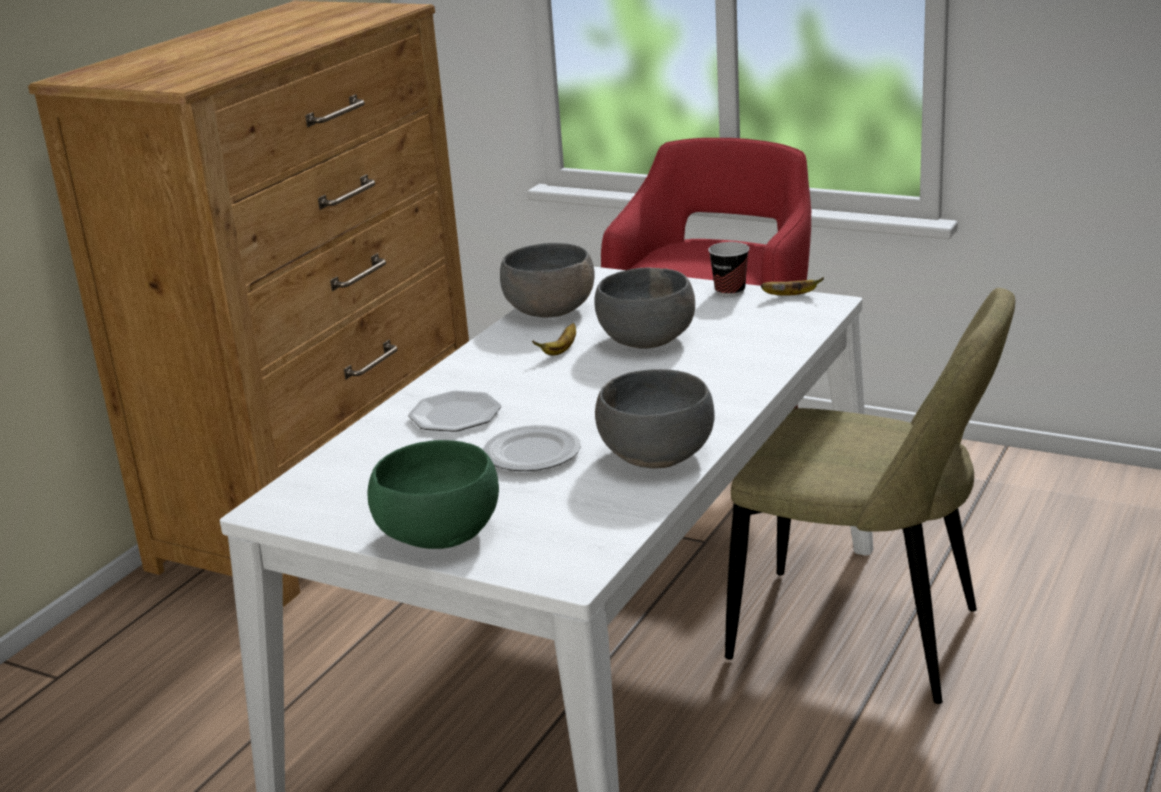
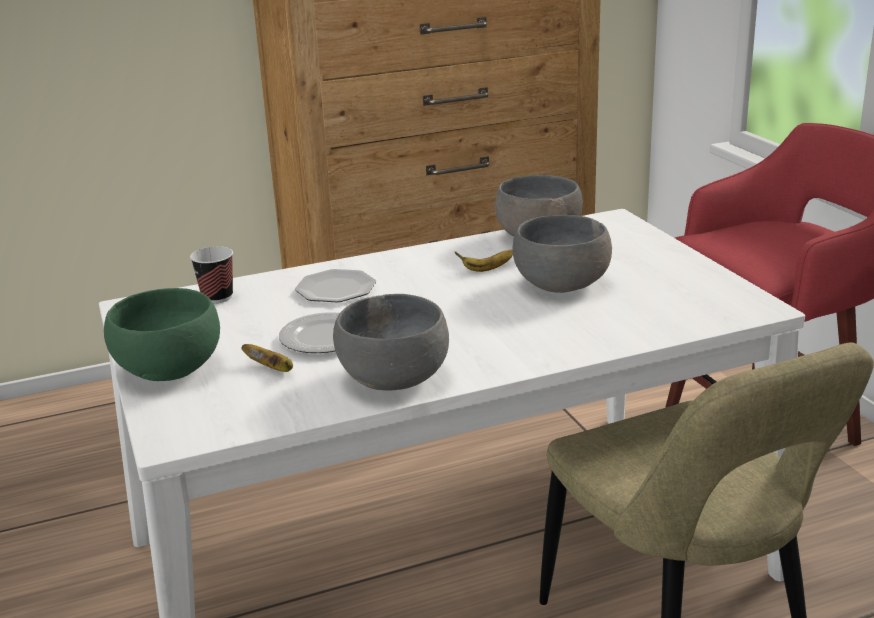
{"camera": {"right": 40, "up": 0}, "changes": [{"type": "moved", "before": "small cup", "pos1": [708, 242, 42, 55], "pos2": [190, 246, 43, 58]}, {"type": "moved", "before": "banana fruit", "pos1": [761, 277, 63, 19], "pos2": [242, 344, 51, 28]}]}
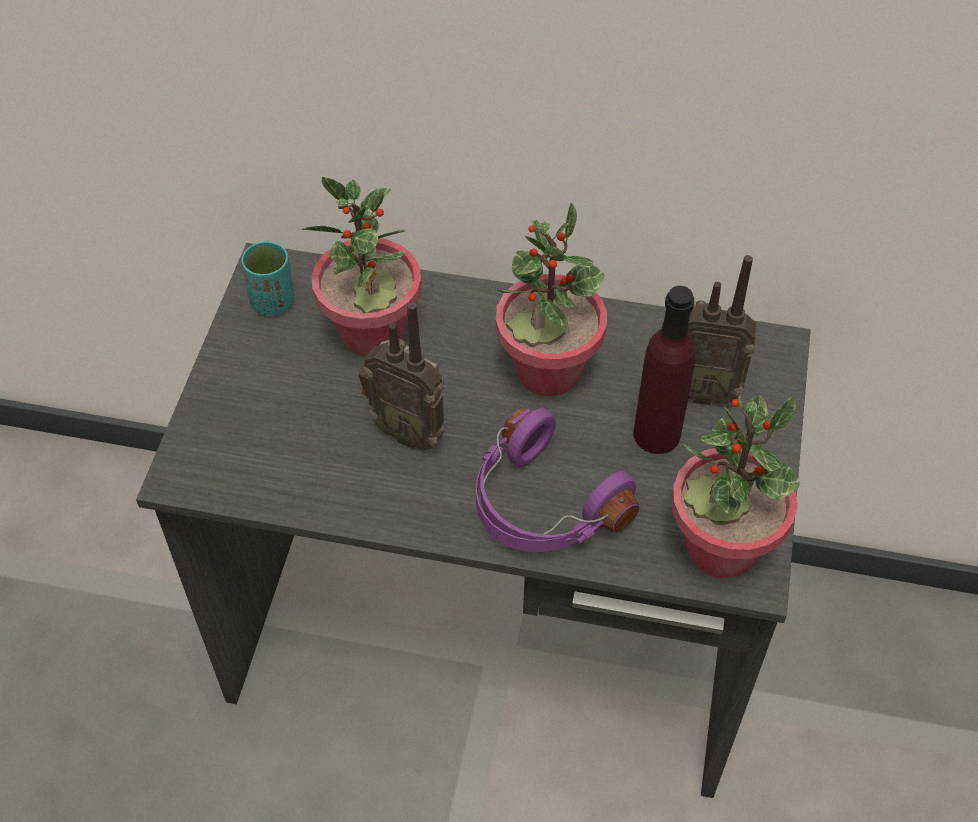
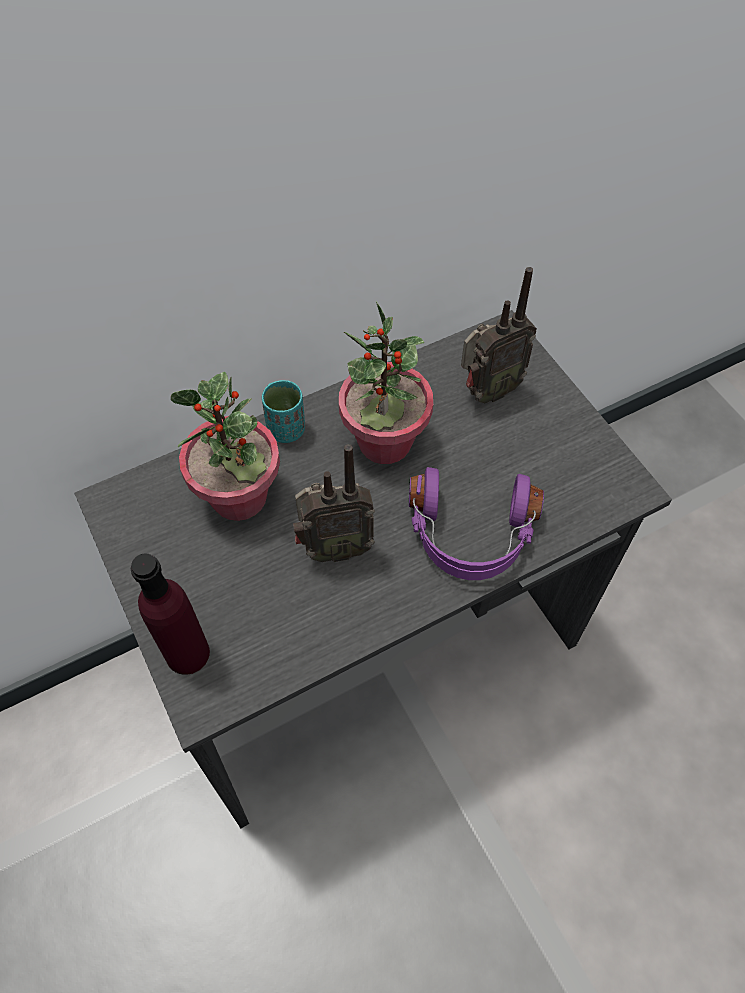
{"camera": {"right": -40, "up": 5}, "changes": [{"type": "moved", "before": "turquoise small cup", "pos1": [241, 241, 53, 74], "pos2": [262, 380, 43, 63]}, {"type": "moved", "before": "purple-coloured beverage bottle", "pos1": [633, 286, 63, 168], "pos2": [131, 553, 79, 122]}, {"type": "removed", "before": "potted plant", "pos1": [672, 395, 128, 183]}]}
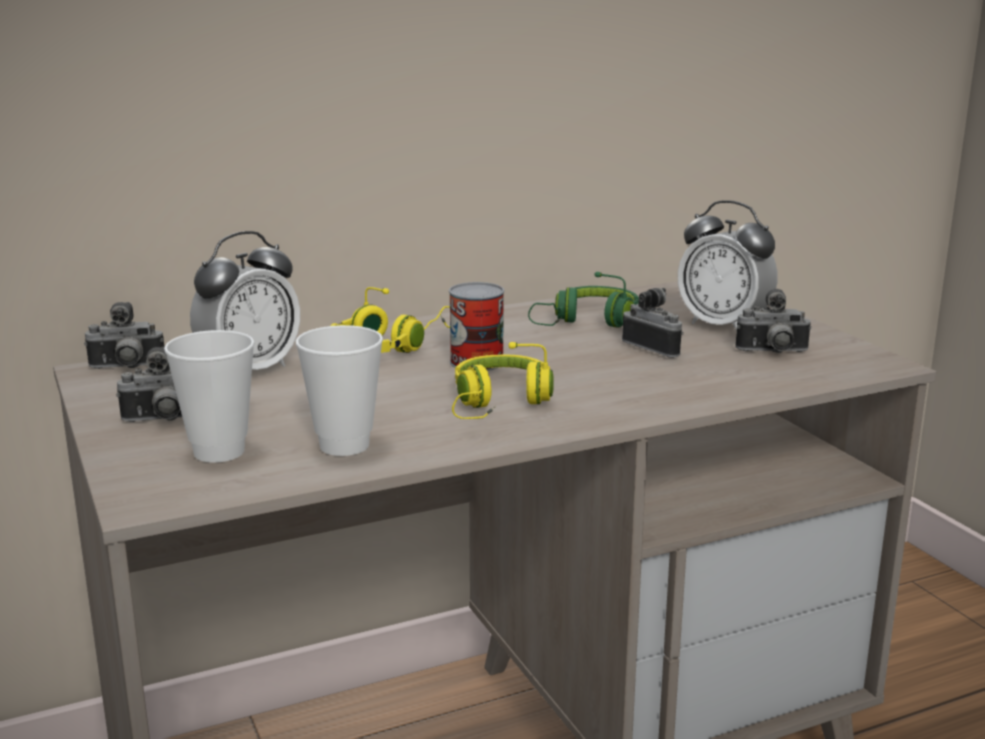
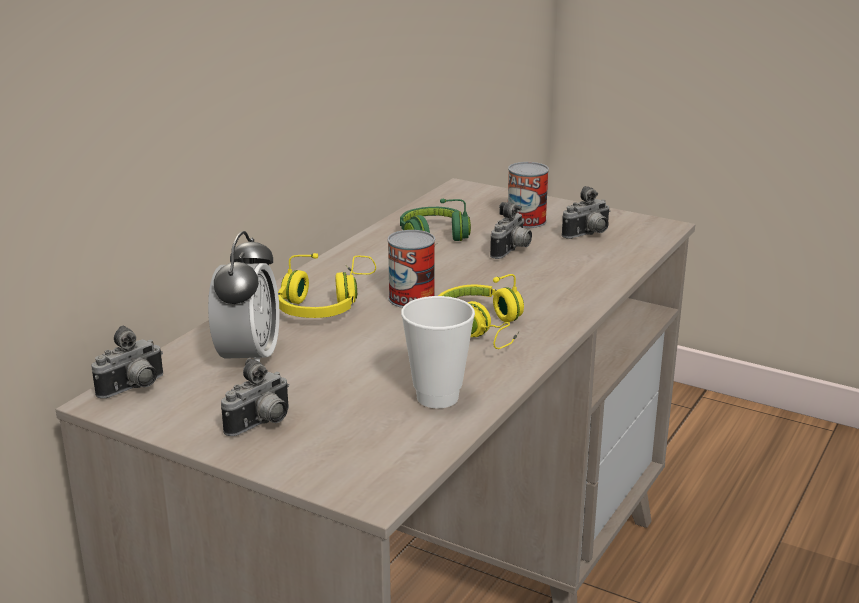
{"camera": {"right": -35, "up": 5}, "changes": [{"type": "replaced", "before": "table clock", "after": "sealed can", "pos1": [678, 200, 100, 131], "pos2": [508, 162, 41, 66]}, {"type": "turned", "before": "photo camera", "pos1": [622, 288, 62, 70], "pos2": [490, 202, 42, 57], "turn": 105}, {"type": "removed", "before": "small cup", "pos1": [164, 330, 91, 133]}]}
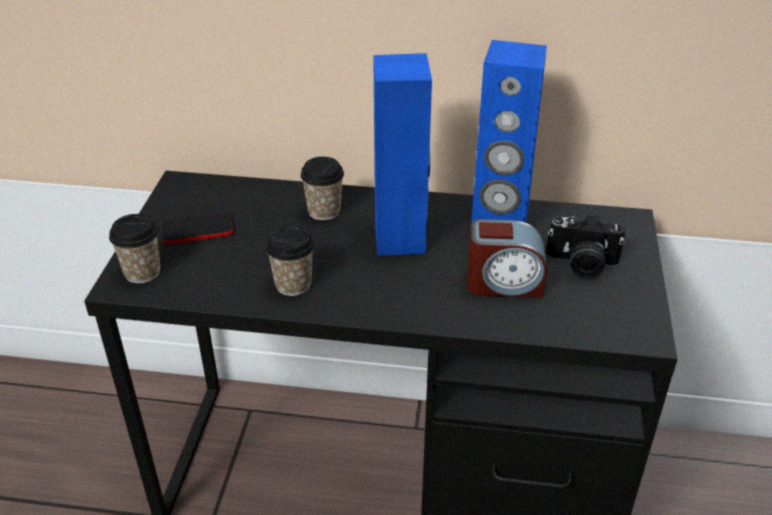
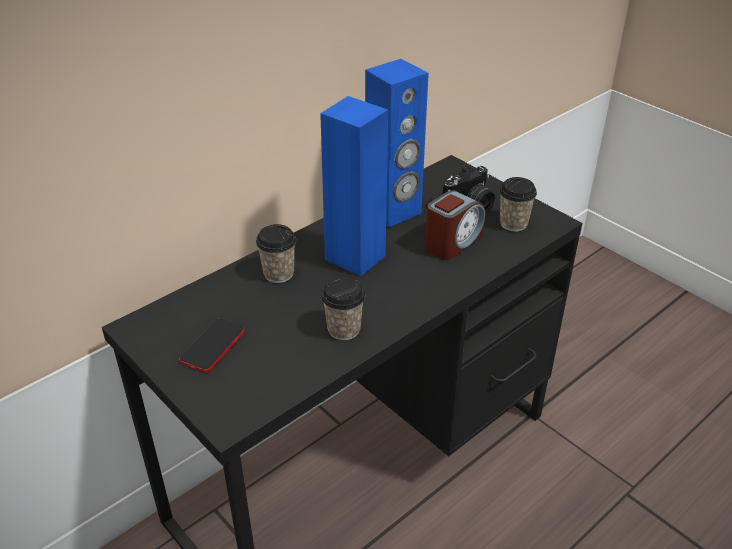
{"camera": {"right": -50, "up": 0}, "changes": [{"type": "moved", "before": "small cup", "pos1": [109, 214, 51, 69], "pos2": [499, 177, 38, 55]}]}
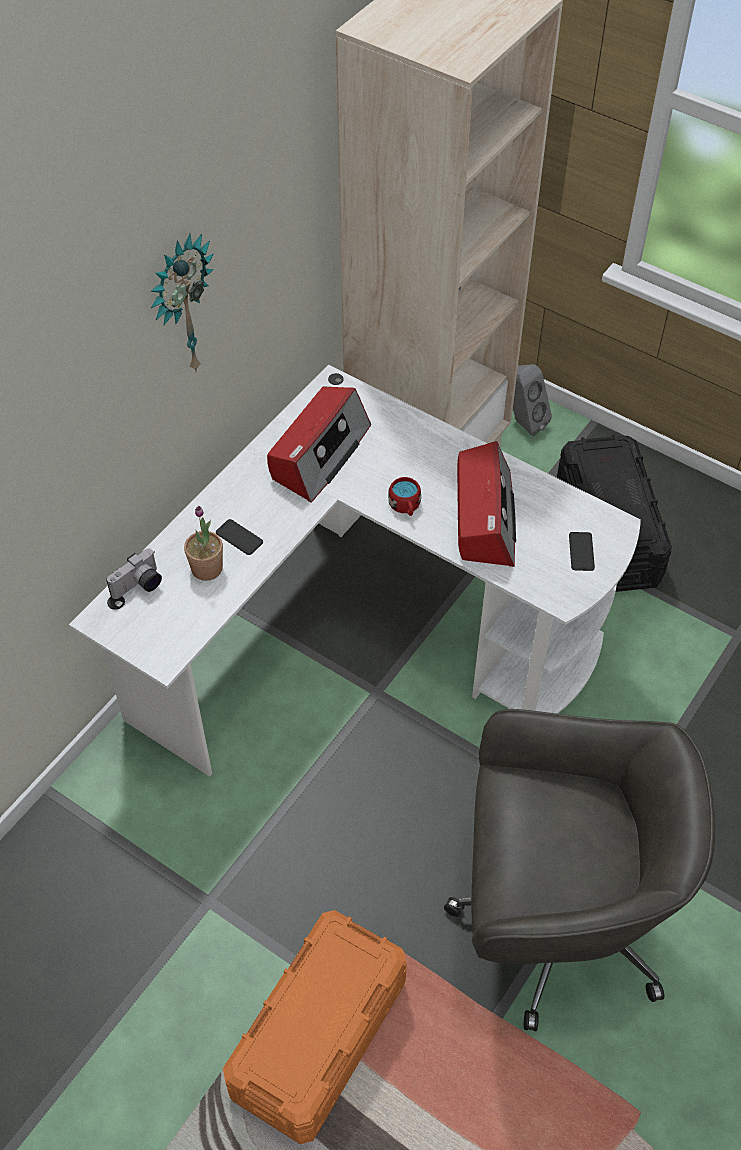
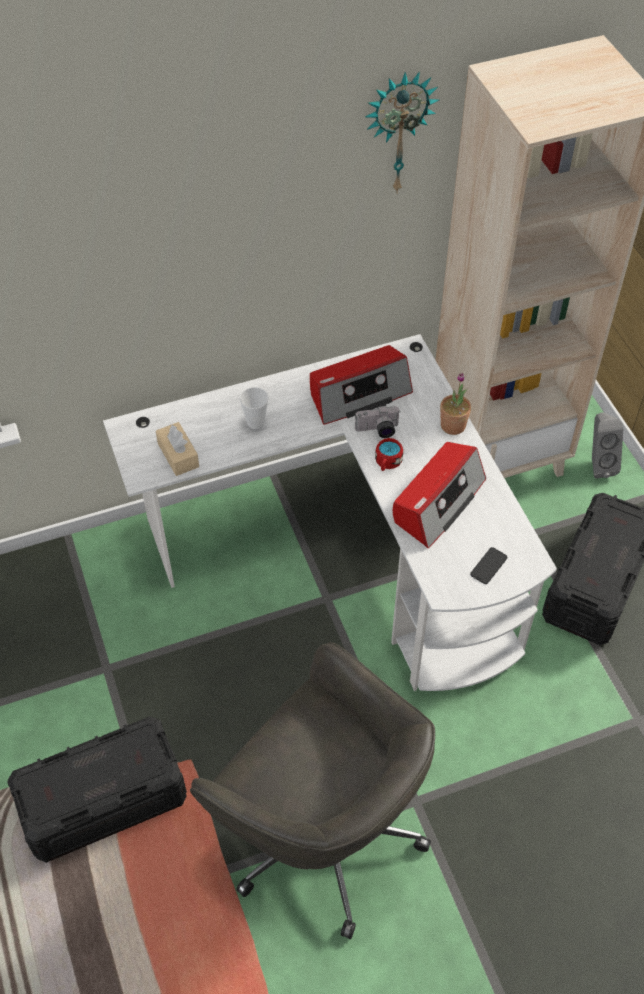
{"camera": {"right": 35, "up": 0}, "changes": [{"type": "moved", "before": "hanging clock", "pos1": [150, 233, 64, 140], "pos2": [365, 71, 74, 123]}, {"type": "moved", "before": "potted plant", "pos1": [184, 506, 39, 75], "pos2": [440, 373, 31, 62]}, {"type": "replaced", "before": "telephone", "after": "small cup", "pos1": [216, 519, 47, 36], "pos2": [240, 387, 29, 42]}, {"type": "moved", "before": "photo camera", "pos1": [106, 548, 56, 51], "pos2": [355, 405, 46, 33]}, {"type": "recoloured", "before": "orangey storage bin", "after": "black storage bin", "pos1": [223, 910, 184, 234], "pos2": [7, 716, 180, 147]}, {"type": "added", "after": "beige tissue box", "pos2": [156, 422, 43, 54]}]}
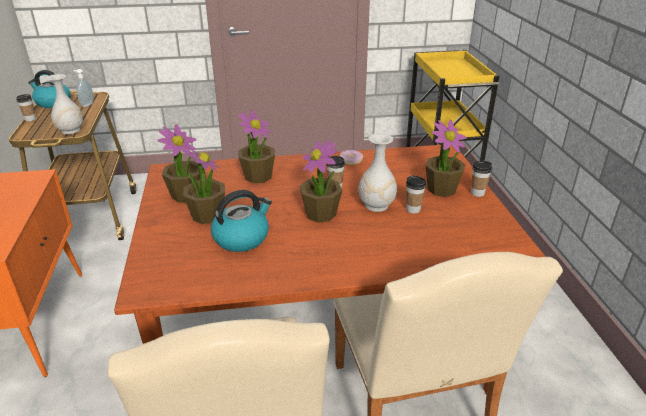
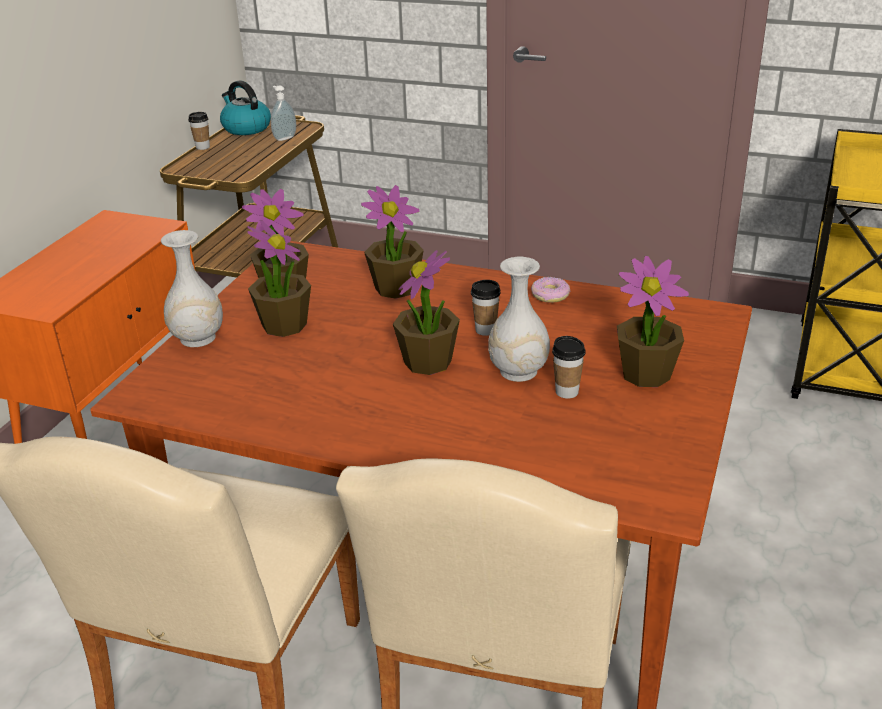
{"camera": {"right": 30, "up": 0}, "changes": [{"type": "moved", "before": "whitish flower vase", "pos1": [47, 74, 36, 60], "pos2": [161, 230, 62, 117]}, {"type": "removed", "before": "small cup", "pos1": [471, 161, 21, 36]}, {"type": "removed", "before": "kettle", "pos1": [211, 190, 61, 62]}]}
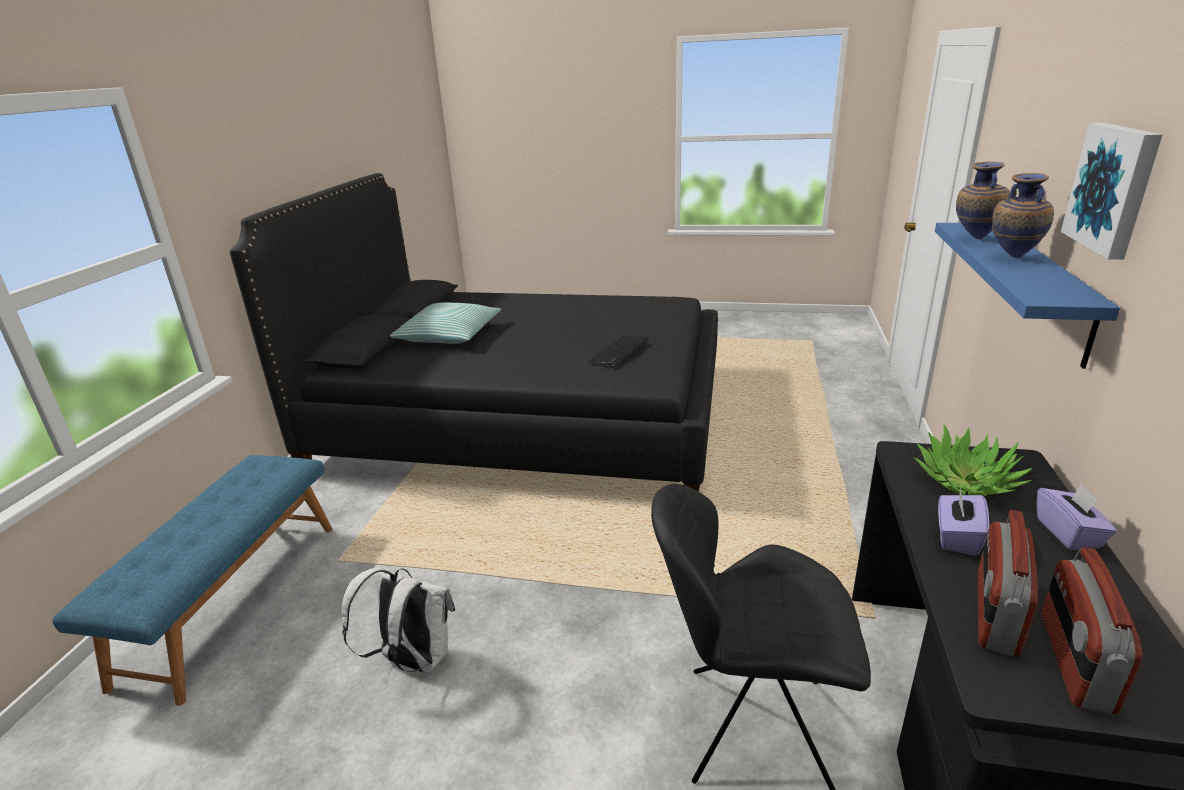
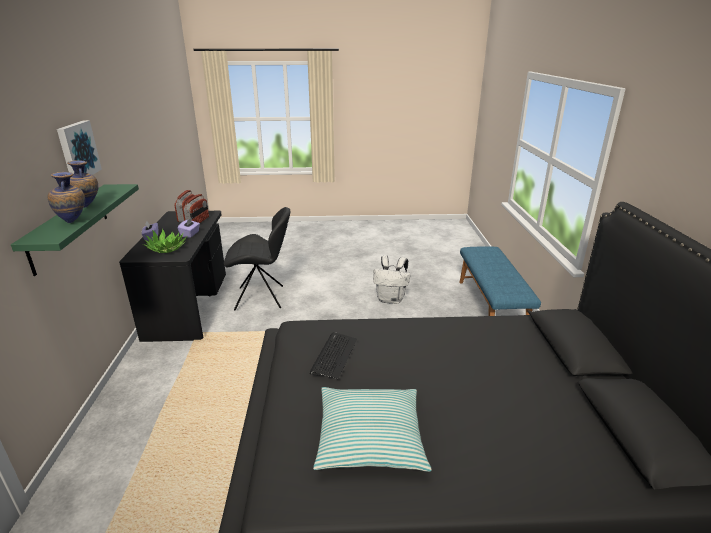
{"camera": {"right": 165, "up": 0}, "changes": [{"type": "recoloured", "before": "blue shelf", "after": "green shelf", "pos1": [935, 223, 185, 146], "pos2": [11, 184, 128, 92]}, {"type": "moved", "before": "pillow", "pos1": [390, 303, 111, 41], "pos2": [313, 387, 119, 85]}]}
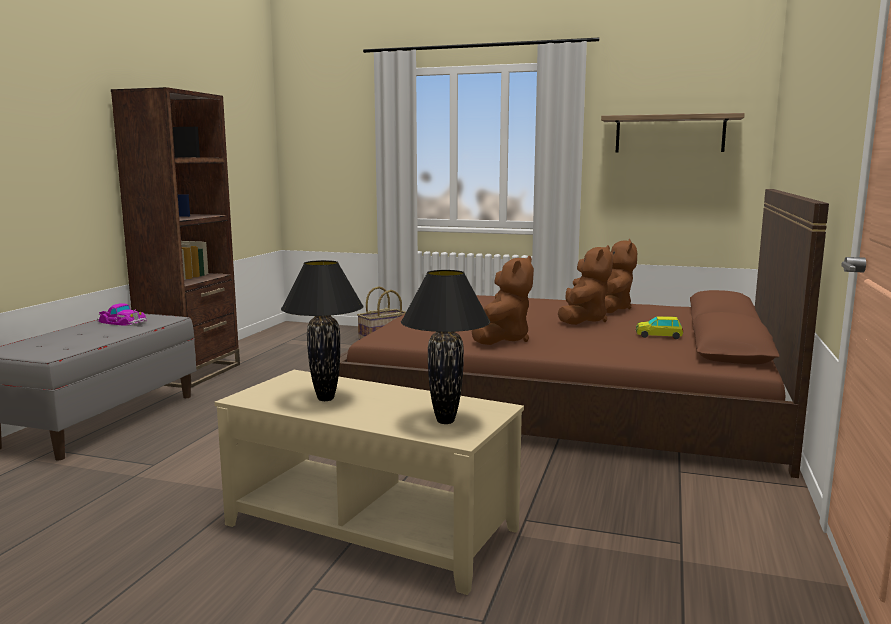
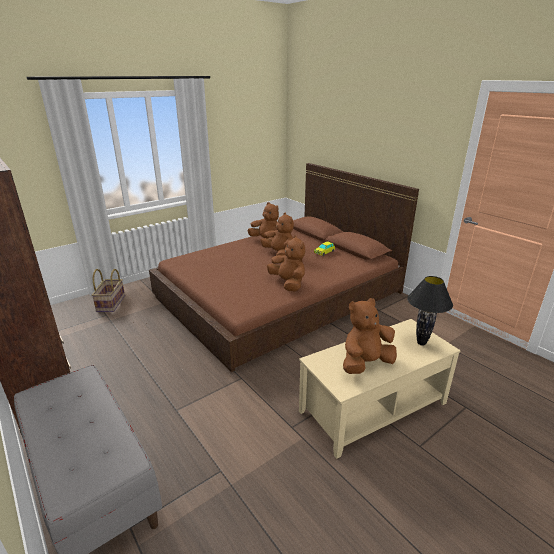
{"camera": {"right": -55, "up": 15}, "changes": [{"type": "removed", "before": "shelf", "pos1": [601, 113, 144, 39]}, {"type": "replaced", "before": "black lamp for a table", "after": "brown cuddly toy", "pos1": [281, 260, 83, 141], "pos2": [343, 298, 54, 76]}, {"type": "removed", "before": "miniature car", "pos1": [97, 303, 50, 23]}]}
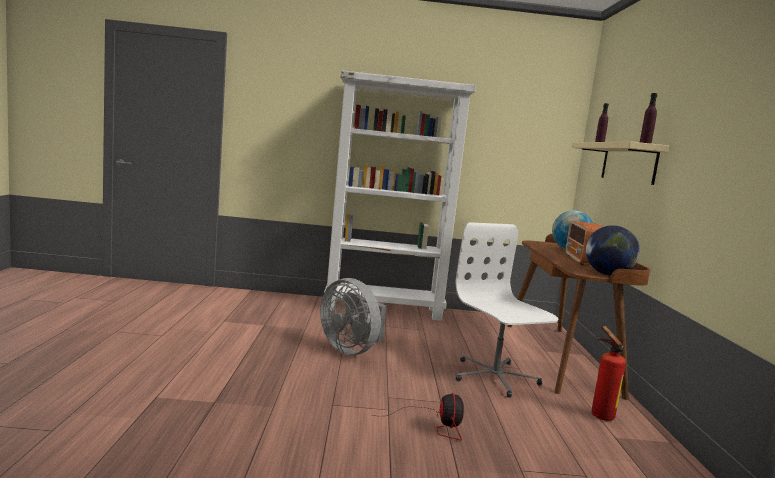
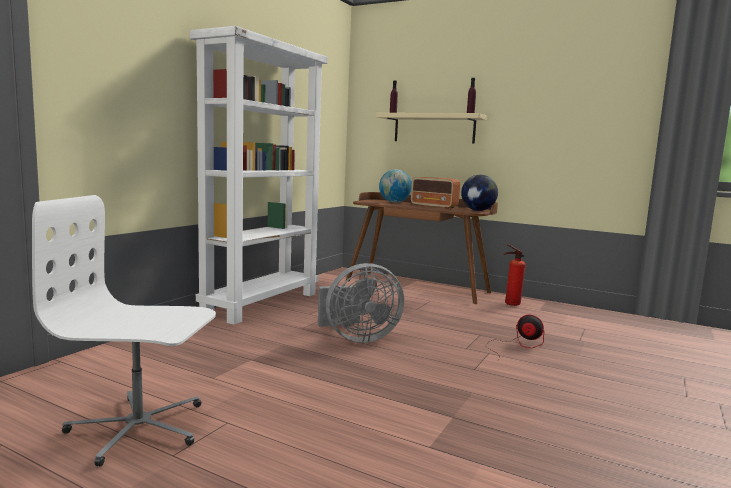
{"camera": {"right": -60, "up": 0}, "changes": [{"type": "moved", "before": "whitish computer chair", "pos1": [456, 222, 102, 176], "pos2": [32, 195, 184, 271]}]}
